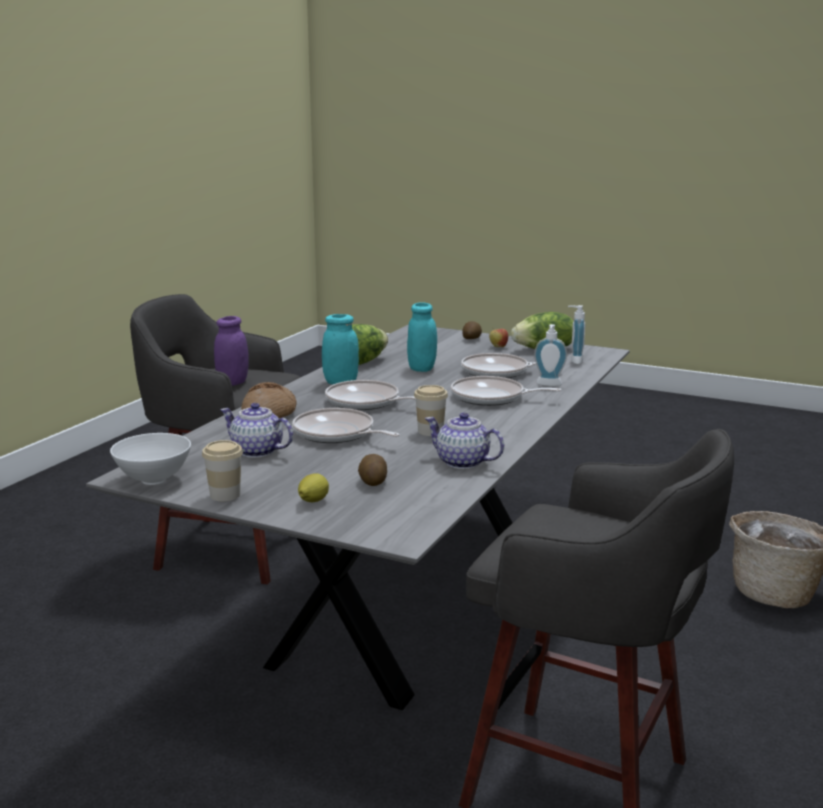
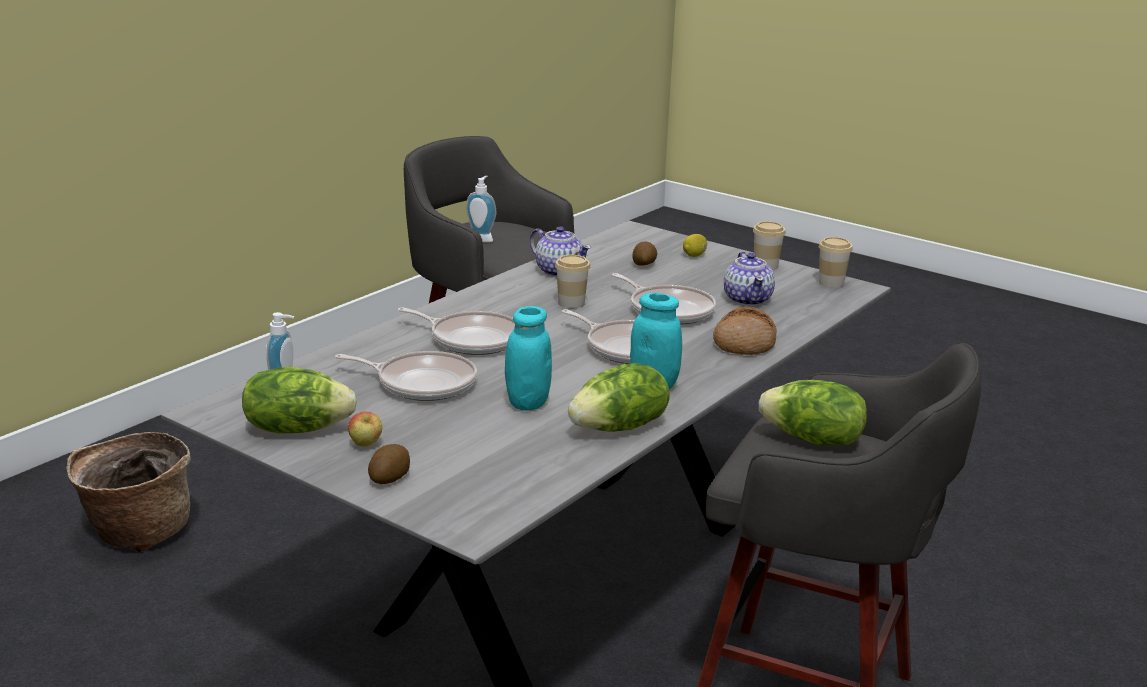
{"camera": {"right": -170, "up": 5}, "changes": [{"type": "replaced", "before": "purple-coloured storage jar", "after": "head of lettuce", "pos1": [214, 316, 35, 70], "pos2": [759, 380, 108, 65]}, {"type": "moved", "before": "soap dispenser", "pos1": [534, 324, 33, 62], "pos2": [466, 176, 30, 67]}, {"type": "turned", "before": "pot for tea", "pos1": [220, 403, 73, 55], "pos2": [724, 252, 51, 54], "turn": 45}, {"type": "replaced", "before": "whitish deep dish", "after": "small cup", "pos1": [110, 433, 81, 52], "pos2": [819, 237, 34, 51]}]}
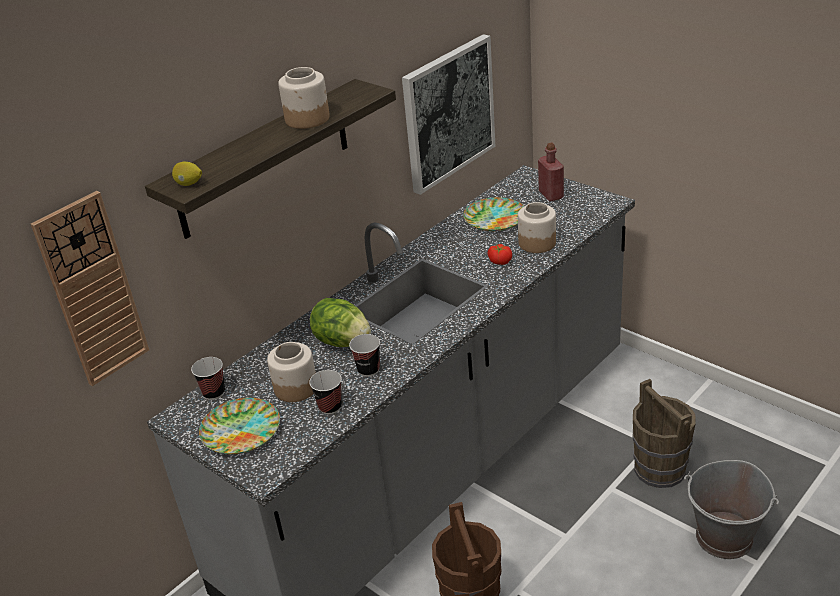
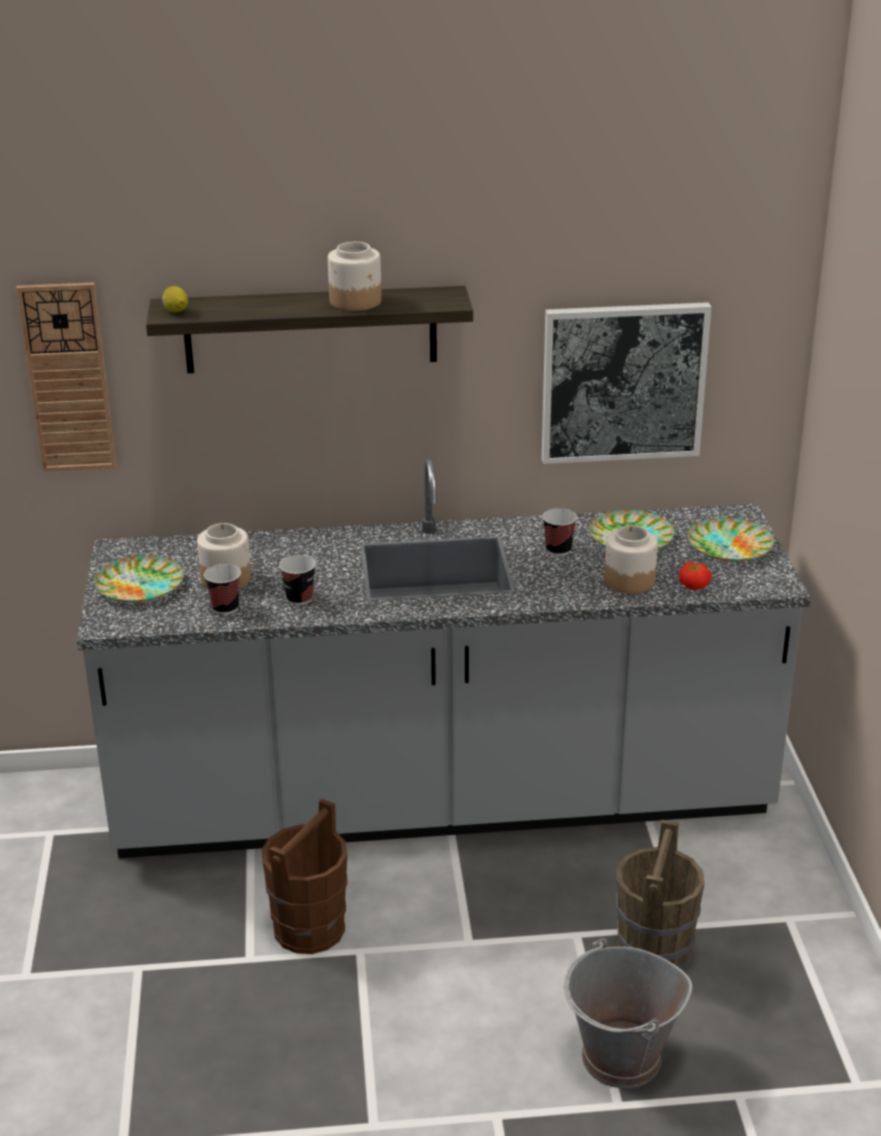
{"camera": {"right": 40, "up": -5}, "changes": [{"type": "replaced", "before": "red-coloured beverage bottle", "after": "plate", "pos1": [538, 143, 26, 58], "pos2": [688, 517, 86, 45]}, {"type": "moved", "before": "whole tomato", "pos1": [488, 244, 24, 21], "pos2": [679, 561, 33, 29]}, {"type": "removed", "before": "head of lettuce", "pos1": [310, 298, 61, 49]}, {"type": "moved", "before": "small cup", "pos1": [191, 357, 34, 43], "pos2": [542, 508, 35, 48]}]}
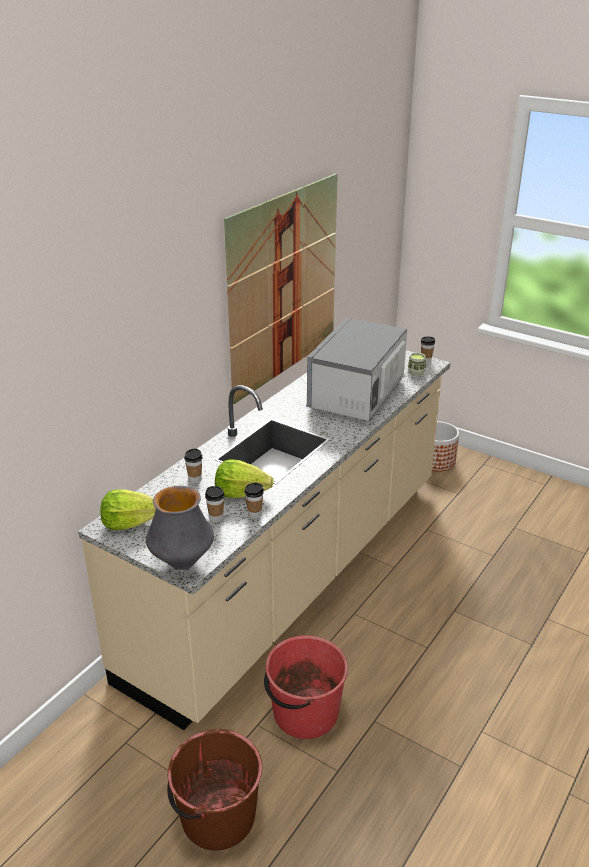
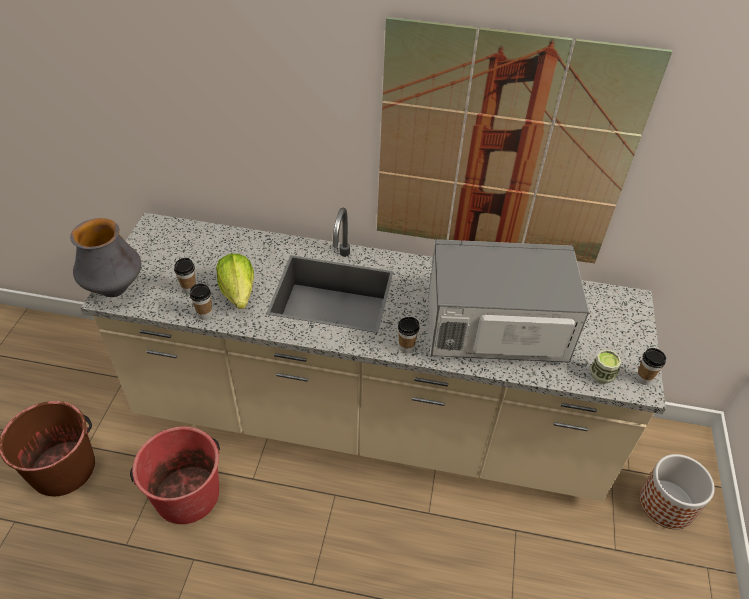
{"camera": {"right": 65, "up": 15}, "changes": [{"type": "moved", "before": "small cup", "pos1": [184, 449, 19, 34], "pos2": [398, 317, 22, 36]}, {"type": "removed", "before": "head of lettuce", "pos1": [100, 489, 56, 41]}]}
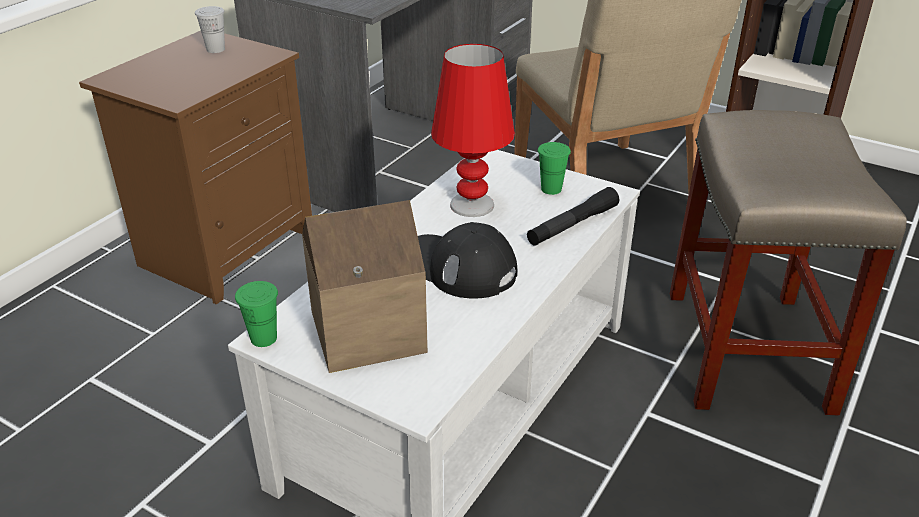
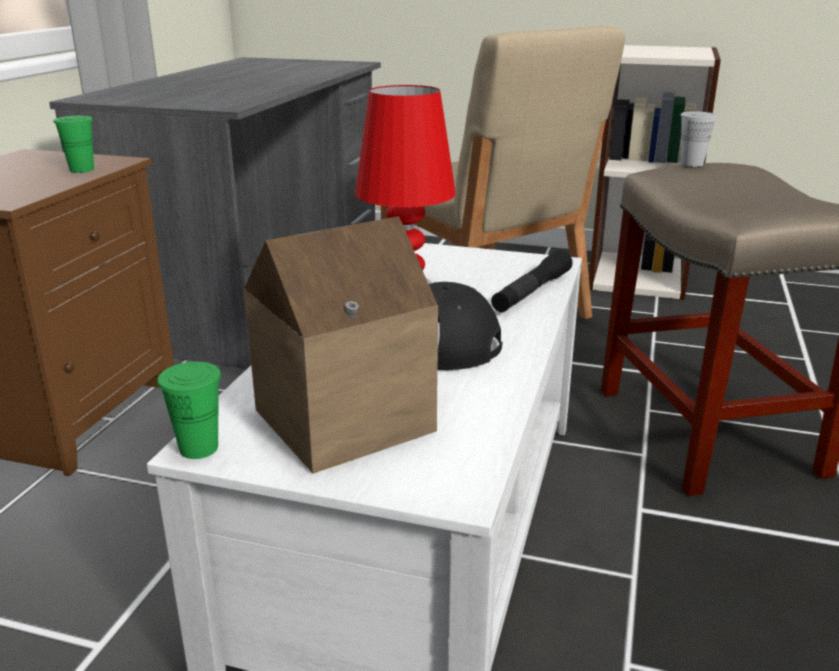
{"camera": {"right": -15, "up": -10}, "changes": [{"type": "moved", "before": "whitish small cup", "pos1": [195, 6, 30, 47], "pos2": [680, 111, 37, 56]}, {"type": "moved", "before": "green small cup", "pos1": [538, 142, 33, 53], "pos2": [54, 116, 40, 57]}]}
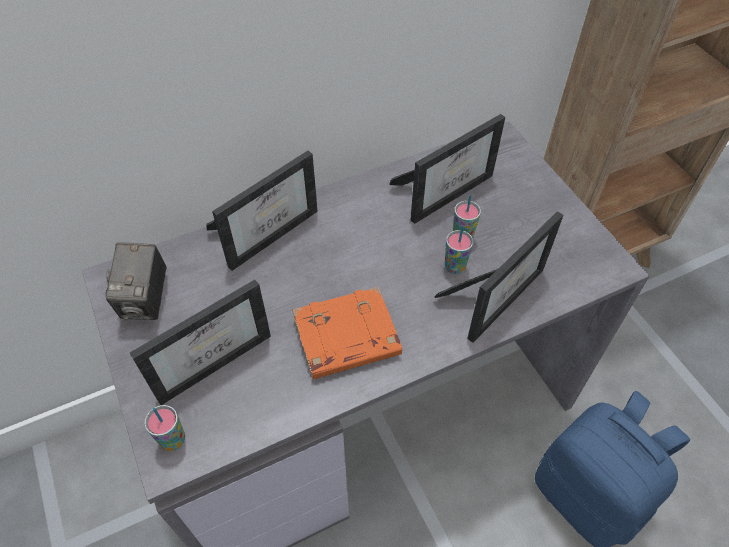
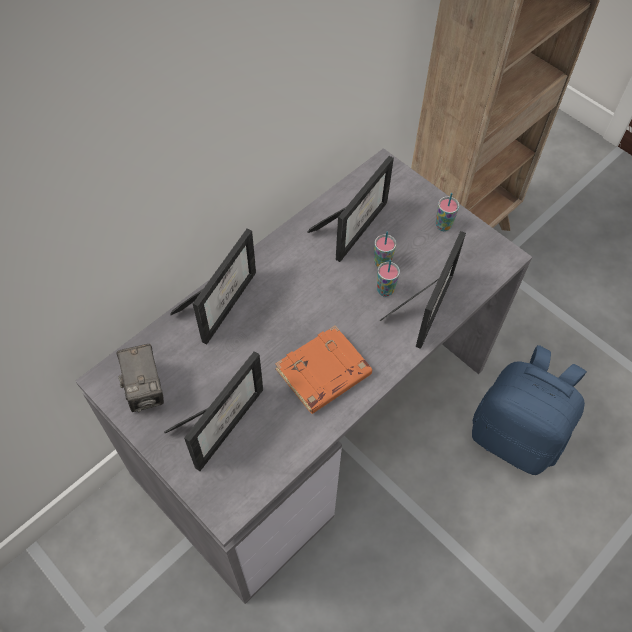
{"camera": {"right": -20, "up": 5}, "changes": [{"type": "moved", "before": "small cup", "pos1": [144, 405, 41, 46], "pos2": [436, 193, 23, 38]}]}
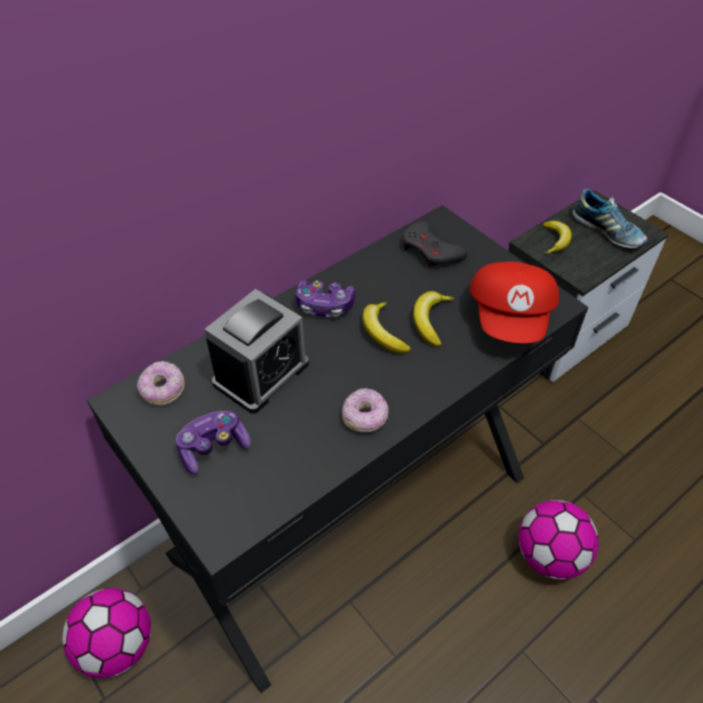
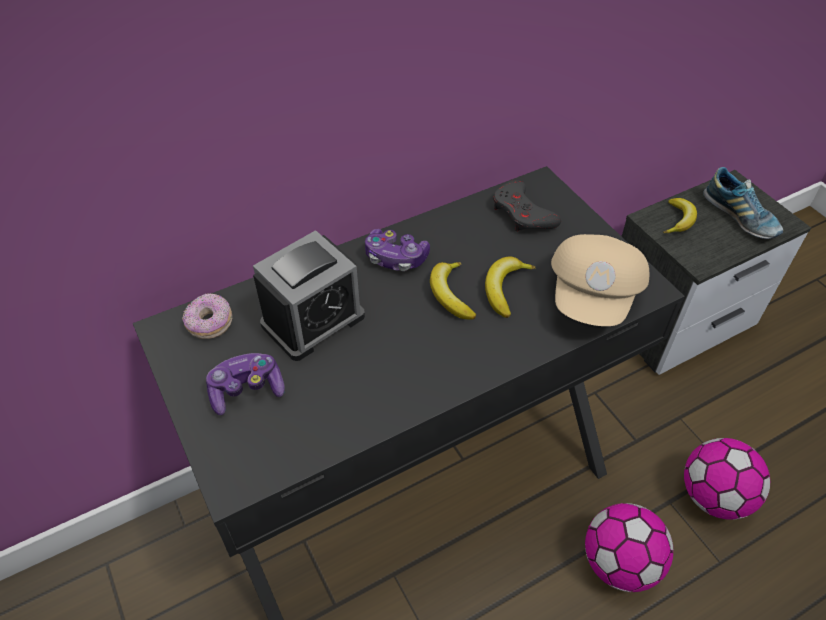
{"camera": {"right": 10, "up": 0}, "changes": [{"type": "recoloured", "before": "red-coloured peaked cap", "after": "beige peaked cap", "pos1": [470, 262, 89, 81], "pos2": [551, 234, 99, 92]}, {"type": "removed", "before": "doughnut", "pos1": [342, 388, 47, 44]}, {"type": "moved", "before": "football ball", "pos1": [62, 588, 89, 90], "pos2": [684, 438, 86, 82]}]}
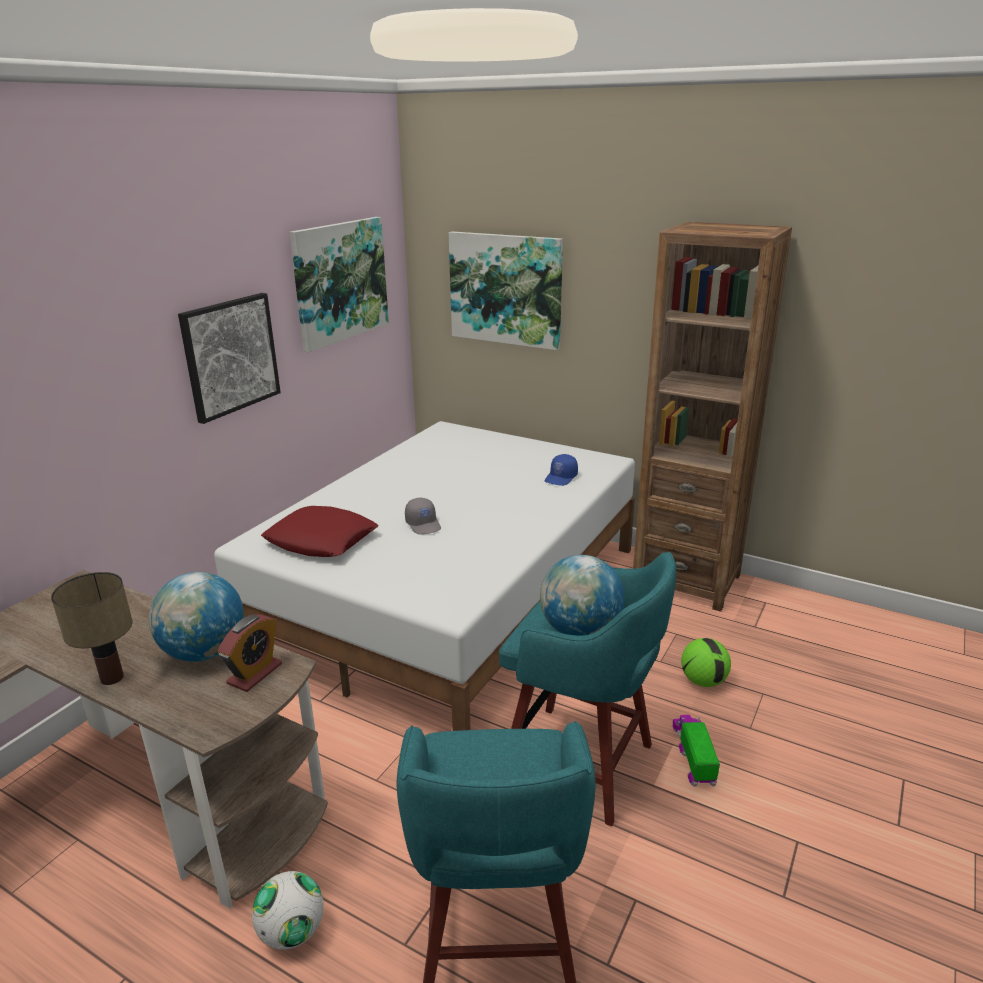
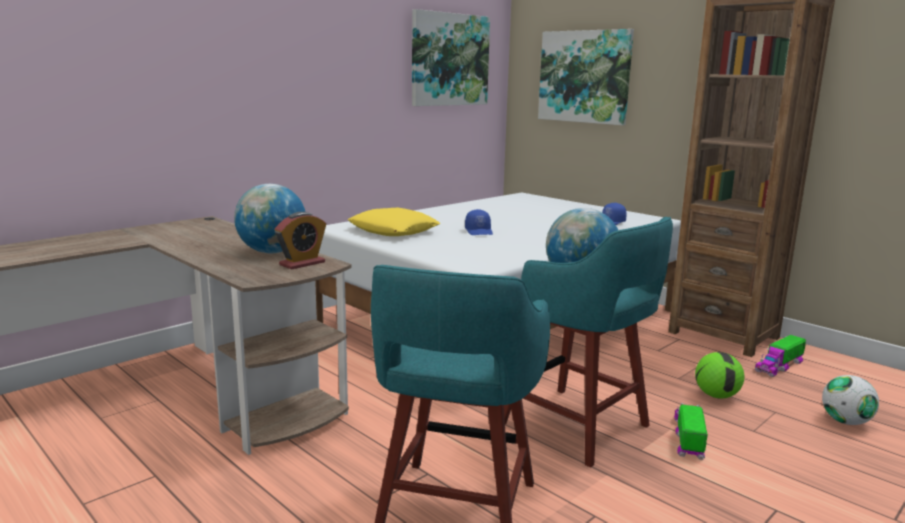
{"camera": {"right": 15, "up": -10}, "changes": [{"type": "removed", "before": "picture", "pos1": [178, 293, 103, 131]}, {"type": "recoloured", "before": "gray peaked cap", "after": "blue peaked cap", "pos1": [405, 498, 36, 37], "pos2": [465, 209, 28, 26]}, {"type": "recoloured", "before": "red-coloured pillow", "after": "yellow-coloured pillow", "pos1": [261, 506, 117, 51], "pos2": [348, 207, 93, 29]}, {"type": "removed", "before": "lamp for a table", "pos1": [51, 572, 82, 113]}, {"type": "moved", "before": "football ball", "pos1": [252, 871, 71, 79], "pos2": [822, 375, 57, 50]}, {"type": "added", "after": "toy truck", "pos2": [755, 335, 51, 42]}]}
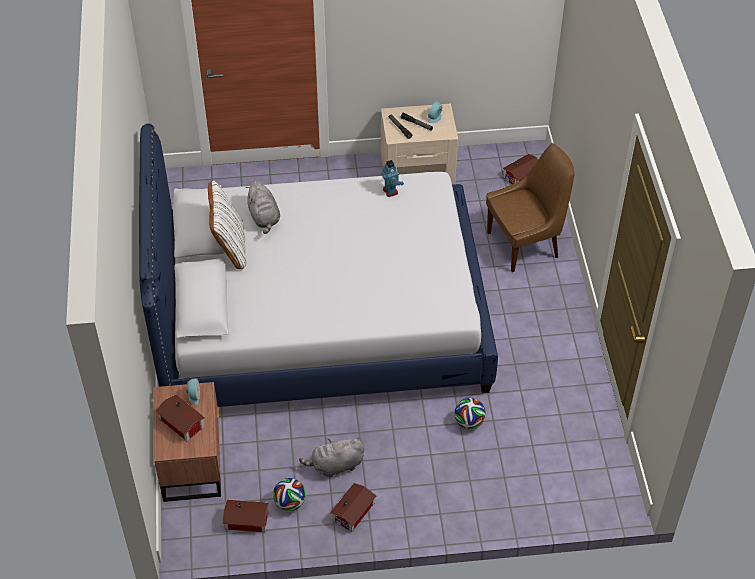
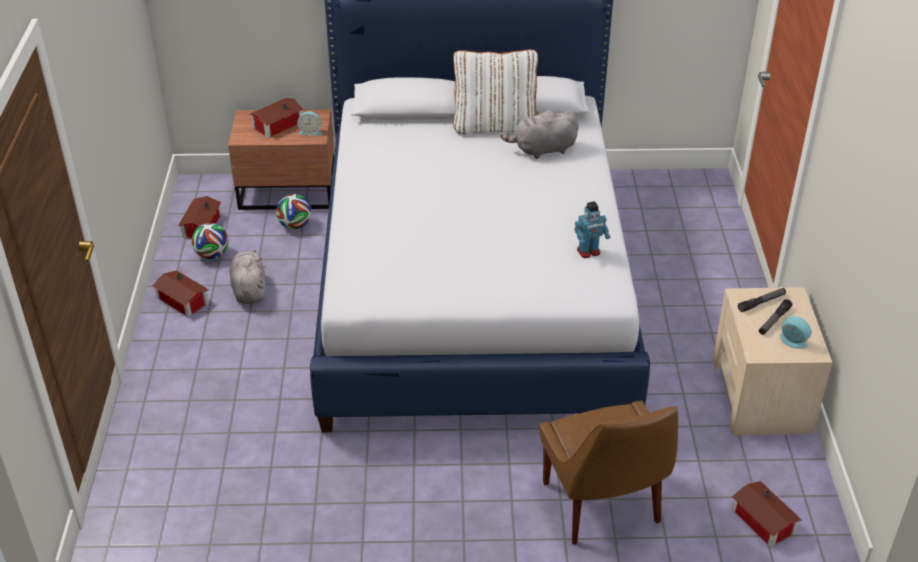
{"camera": {"right": 95, "up": -10}, "changes": [{"type": "moved", "before": "football ball", "pos1": [454, 398, 32, 31], "pos2": [276, 194, 36, 35]}]}
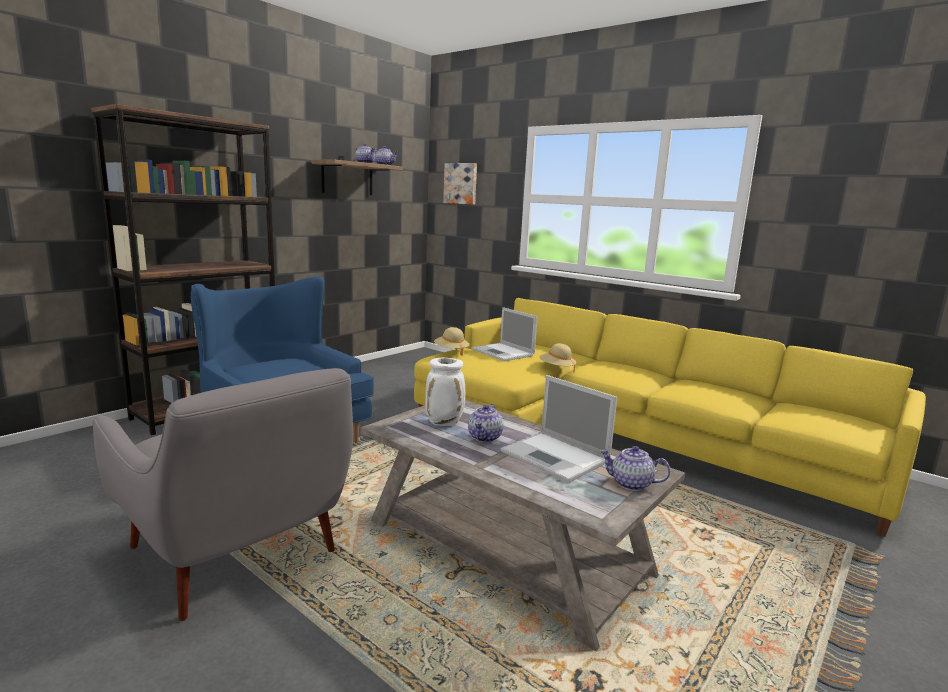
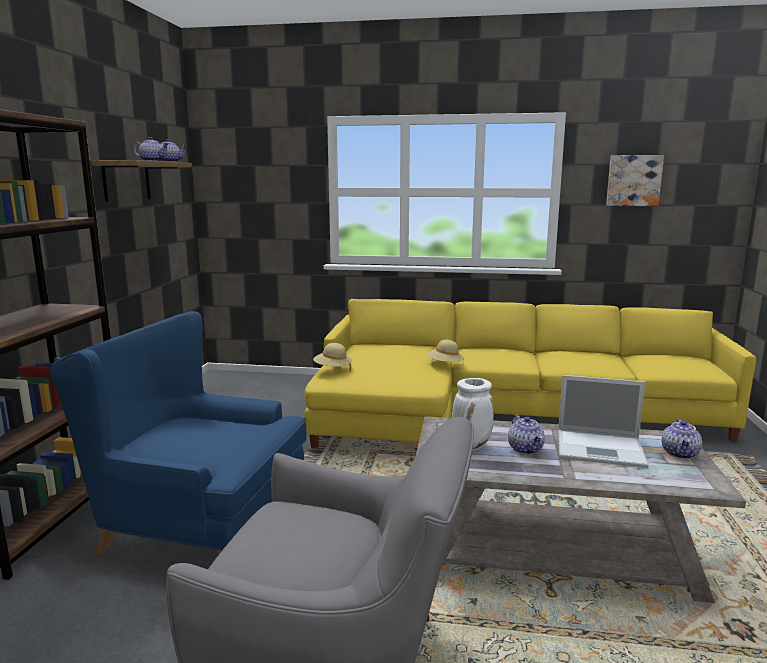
{"camera": {"right": -30, "up": 0}, "changes": [{"type": "moved", "before": "picture", "pos1": [443, 163, 34, 42], "pos2": [606, 155, 58, 51]}, {"type": "removed", "before": "portable computer", "pos1": [472, 307, 65, 54]}, {"type": "turned", "before": "pot for tea", "pos1": [600, 446, 70, 45], "pos2": [662, 418, 40, 41], "turn": -60}]}
